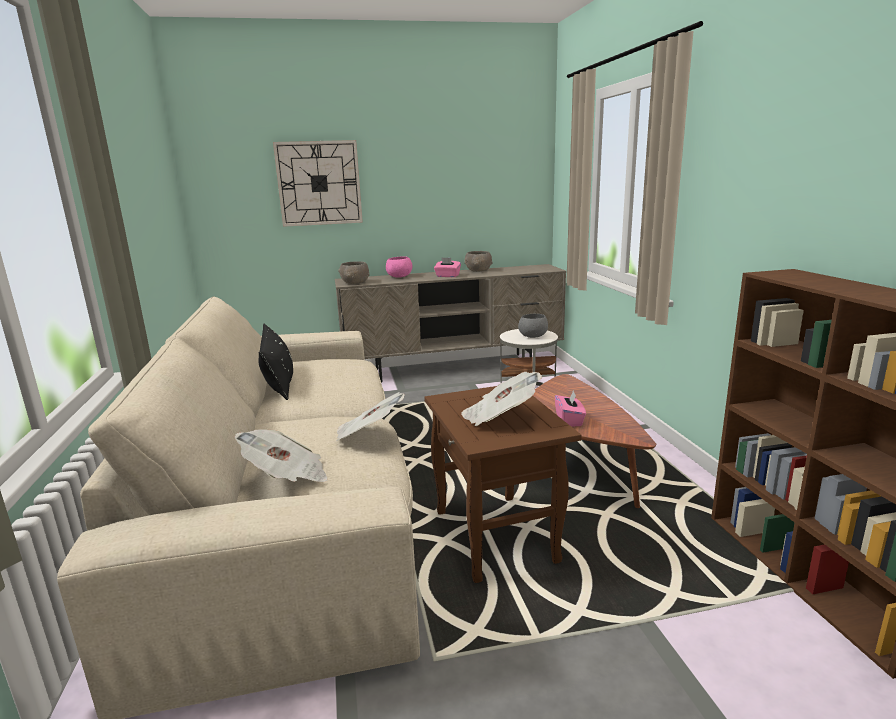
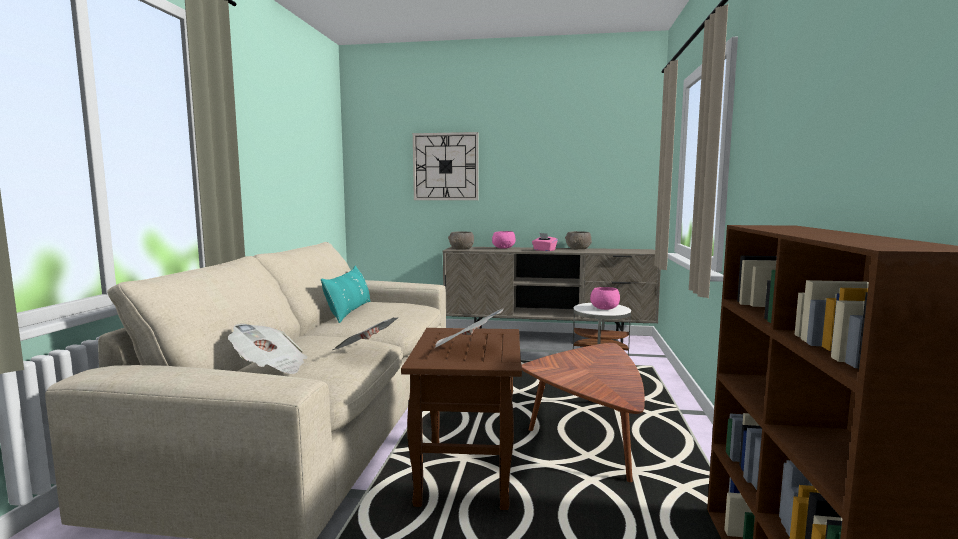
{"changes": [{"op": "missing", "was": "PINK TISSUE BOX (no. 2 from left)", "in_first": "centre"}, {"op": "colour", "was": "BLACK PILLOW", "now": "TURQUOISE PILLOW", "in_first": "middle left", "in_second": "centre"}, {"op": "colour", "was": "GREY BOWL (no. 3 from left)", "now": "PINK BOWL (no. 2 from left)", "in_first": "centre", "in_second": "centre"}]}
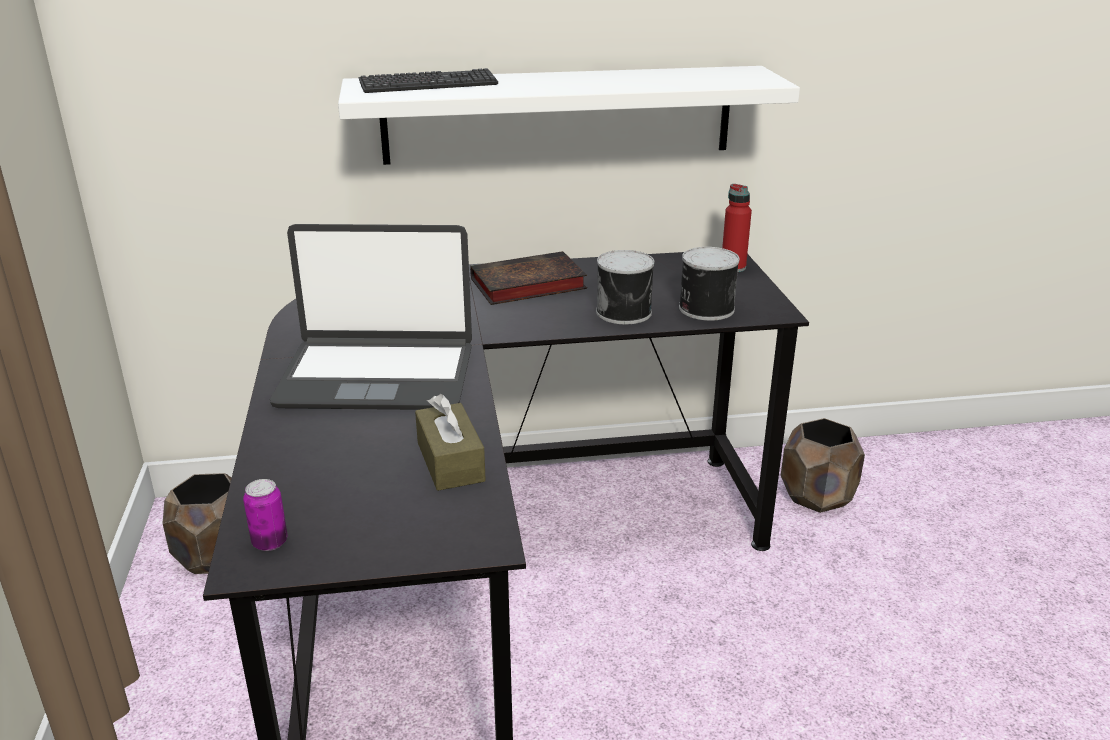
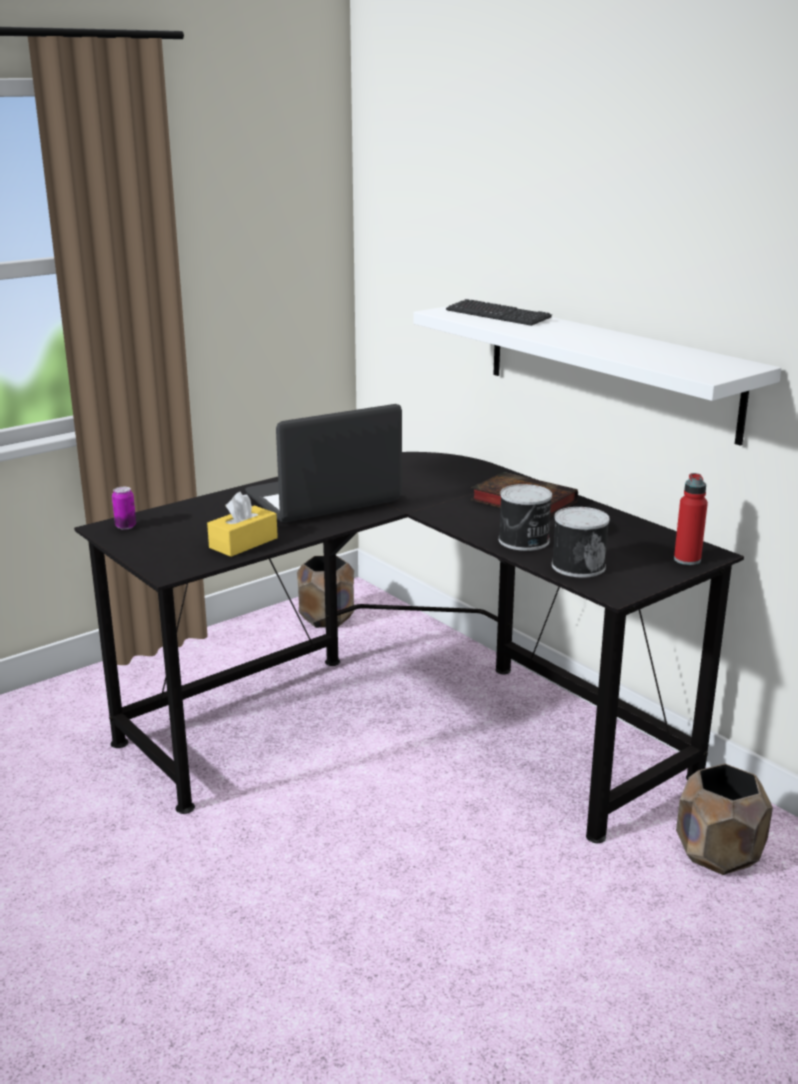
{"changes": [{"op": "colour", "was": "BROWN TISSUE BOX", "now": "YELLOW TISSUE BOX", "in_first": "centre", "in_second": "middle left"}, {"op": "spun", "was": "LAPTOP", "in_first": "centre", "in_second": "centre", "clockwise": 90}]}
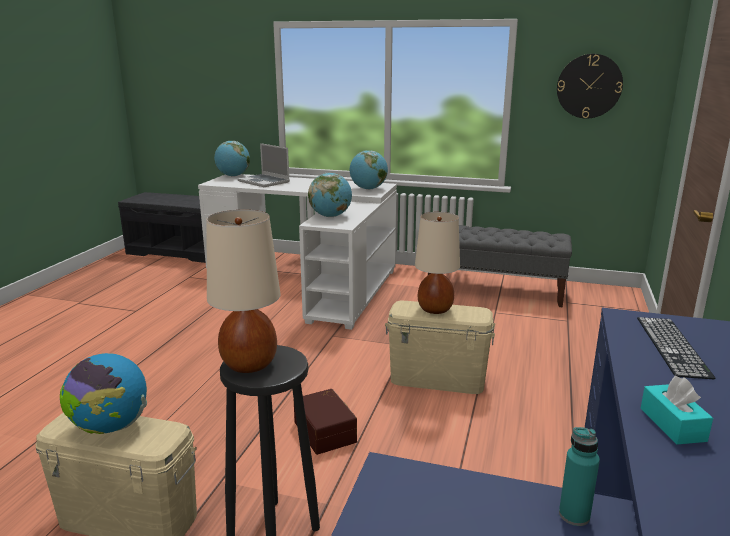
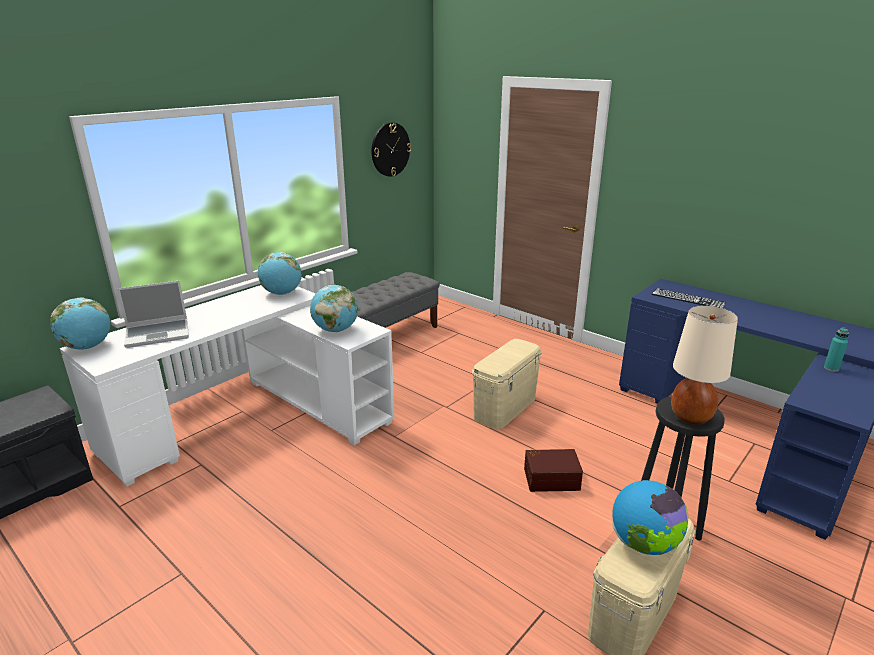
{"changes": [{"op": "missing", "was": "BEIGE TABLE LAMP (no. 2 from left)", "in_first": "centre"}, {"op": "missing", "was": "TURQUOISE TISSUE BOX", "in_first": "bottom right"}]}
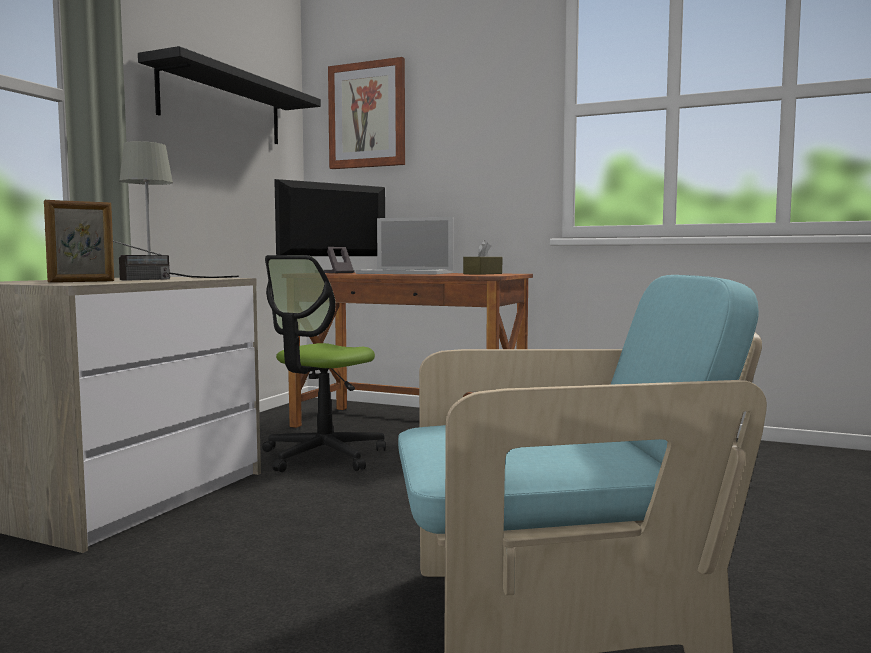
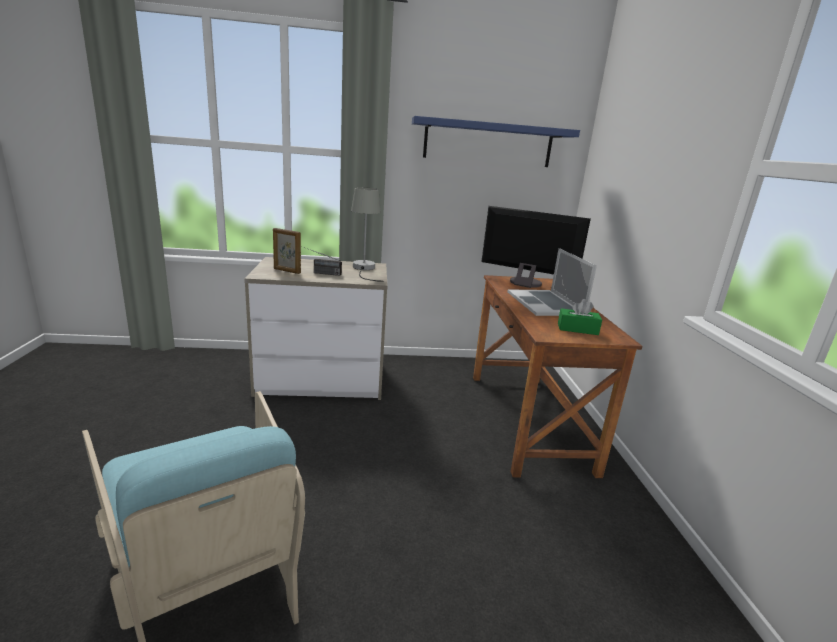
{"changes": [{"op": "missing", "was": "OFFICE CHAIR", "in_first": "centre"}, {"op": "missing", "was": "PICTURE", "in_first": "top centre"}, {"op": "colour", "was": "BLACK SHELF", "now": "BLUE SHELF", "in_first": "top left", "in_second": "top centre"}, {"op": "colour", "was": "BROWN TISSUE BOX", "now": "GREEN TISSUE BOX", "in_first": "centre", "in_second": "middle right"}]}
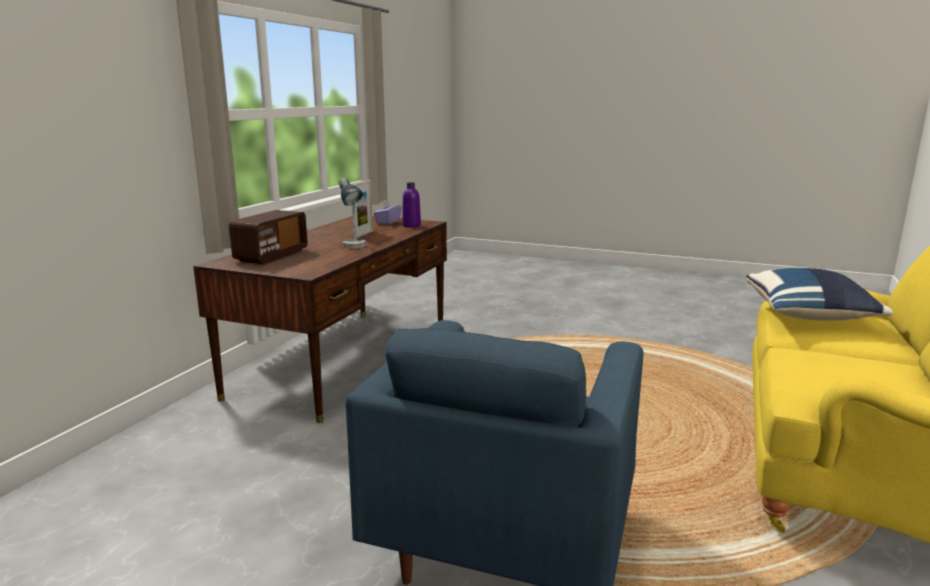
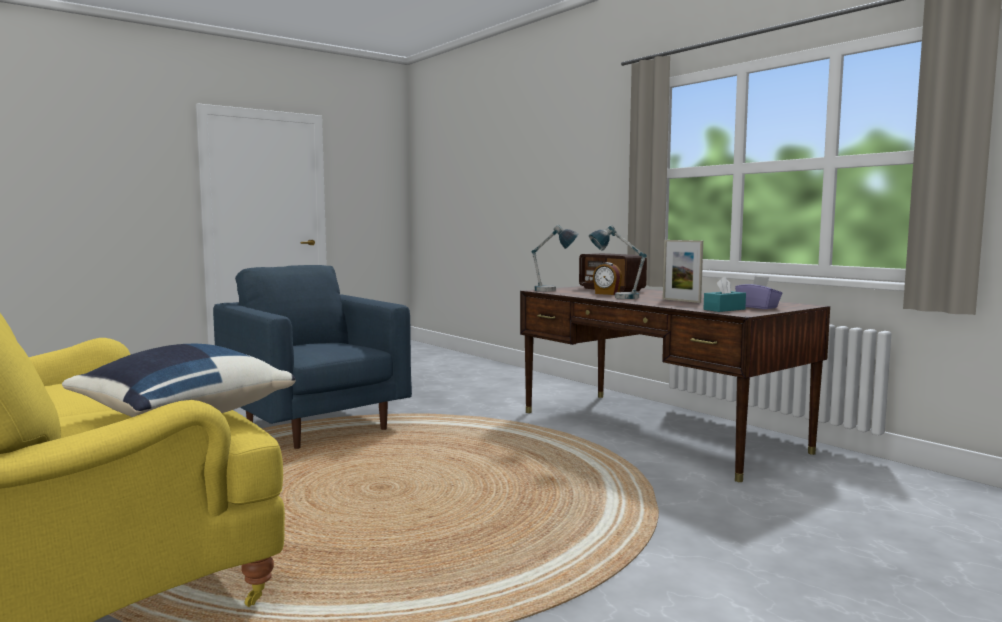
{"changes": [{"op": "appeared", "now": "TABLE LAMP (no. 1 from left)", "in_second": "centre"}, {"op": "appeared", "now": "ALARM CLOCK", "in_second": "centre"}, {"op": "exchanged", "was": "PURPLE BOTTLE", "now": "TURQUOISE TISSUE BOX", "in_first": "centre", "in_second": "middle right"}]}
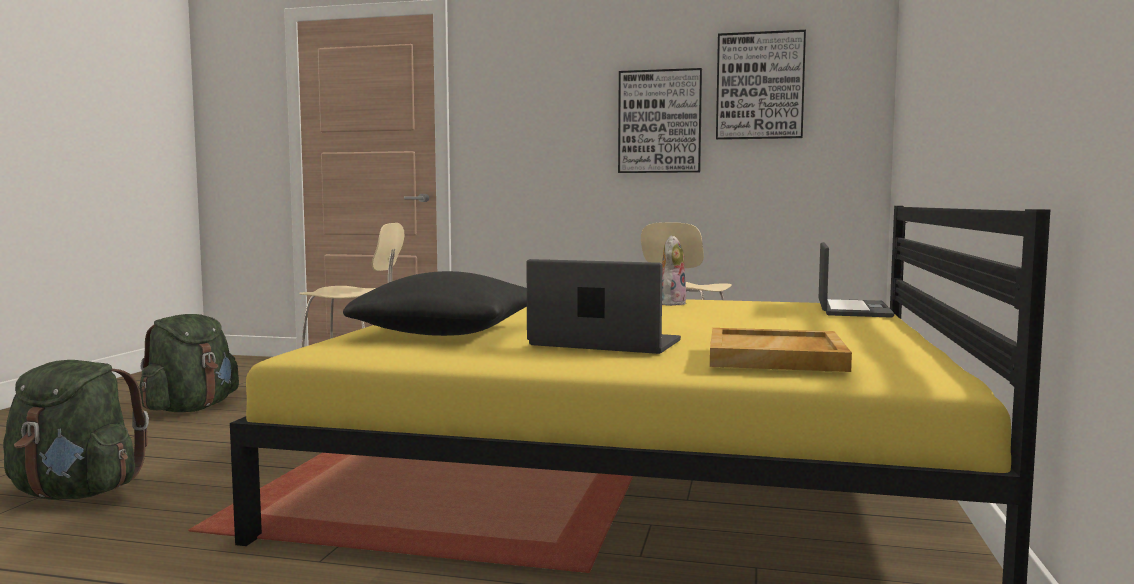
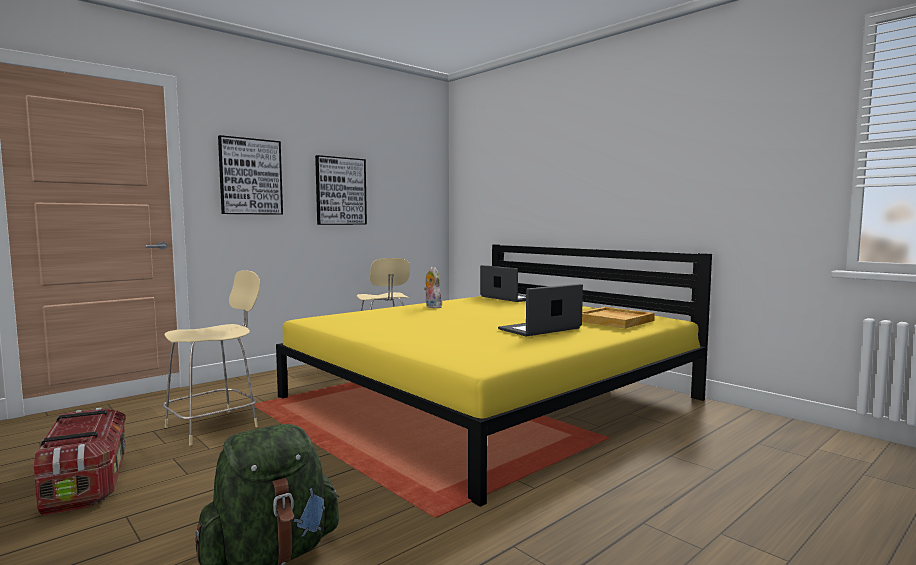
{"changes": [{"op": "missing", "was": "BLACK PILLOW", "in_first": "centre"}, {"op": "relocated", "was": "PICTURE (no. 2 from left in the first image)", "now": "PICTURE (no. 1 from left)", "in_first": "top right", "in_second": "top left"}, {"op": "exchanged", "was": "GREEN BACKPACK (no. 2 from left)", "now": "STORAGE BOX", "in_first": "middle left", "in_second": "bottom left"}]}
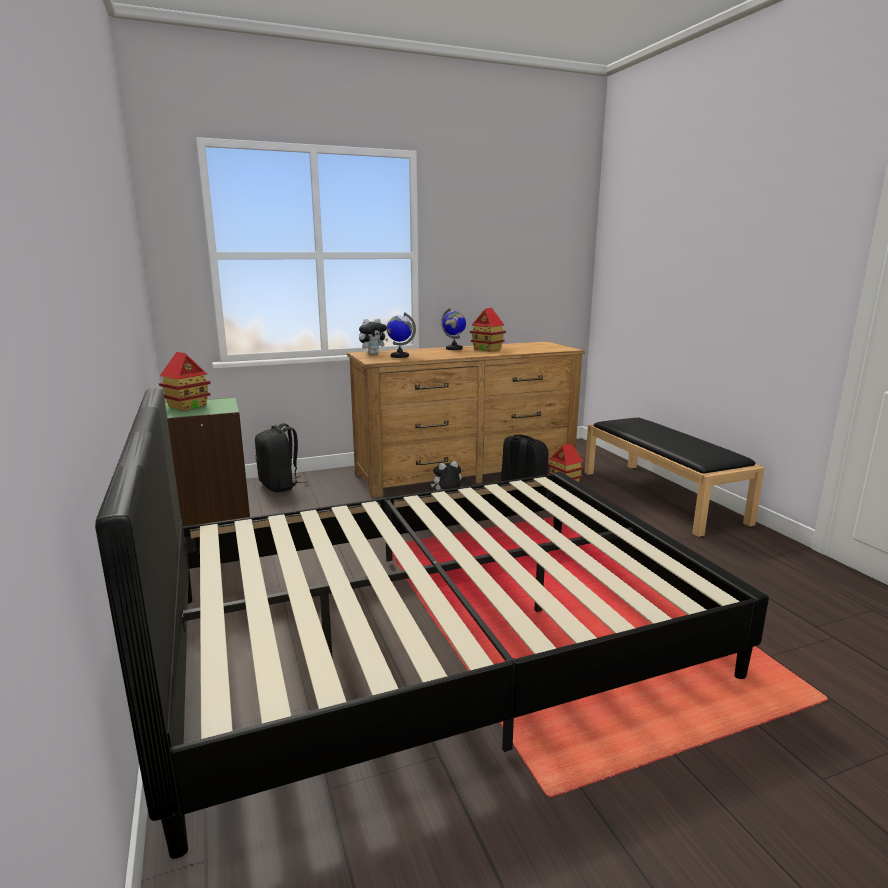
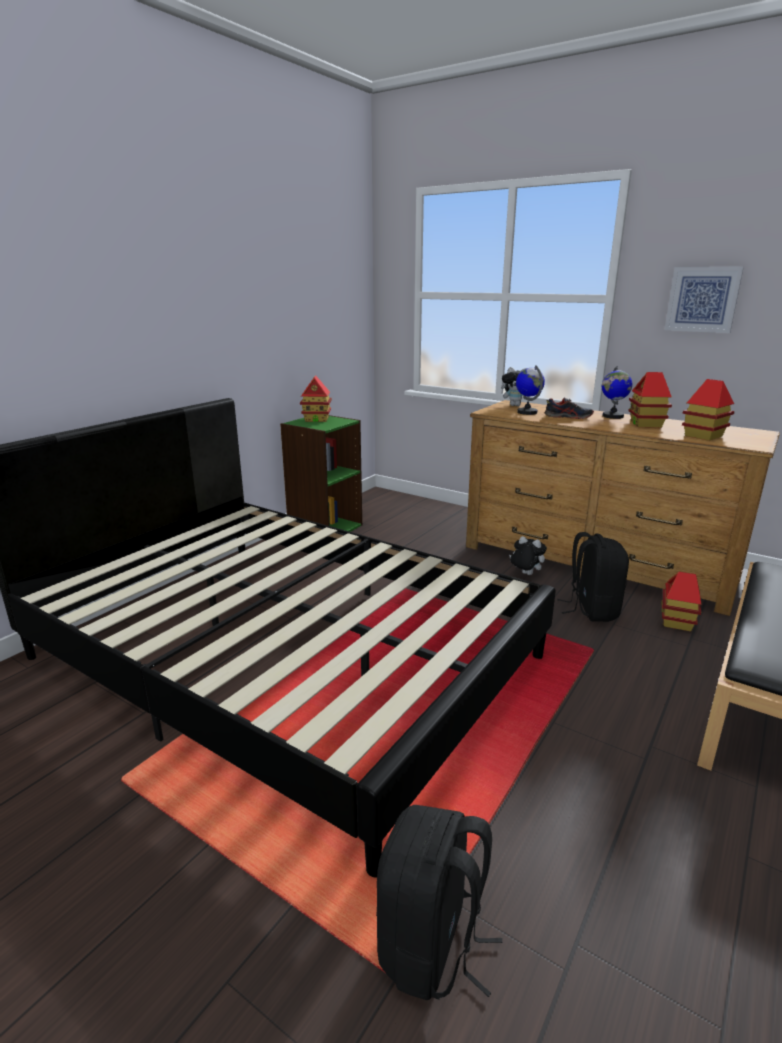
{"changes": [{"op": "appeared", "now": "SHOE", "in_second": "middle right"}, {"op": "appeared", "now": "PICTURE", "in_second": "top right"}, {"op": "appeared", "now": "TOY HOUSE (no. 4 from left)", "in_second": "middle right"}, {"op": "relocated", "was": "BLACK BACKPACK (no. 1 from left)", "in_first": "middle left", "in_second": "bottom centre"}]}
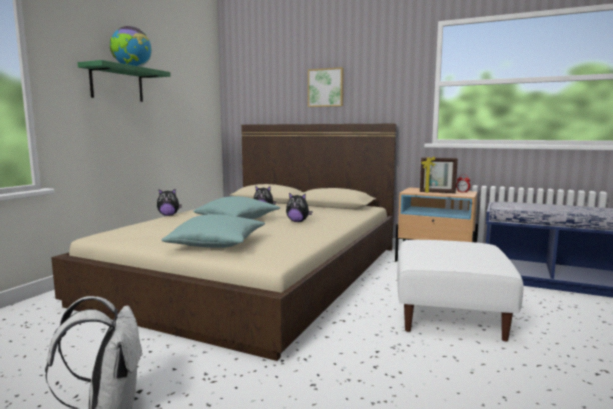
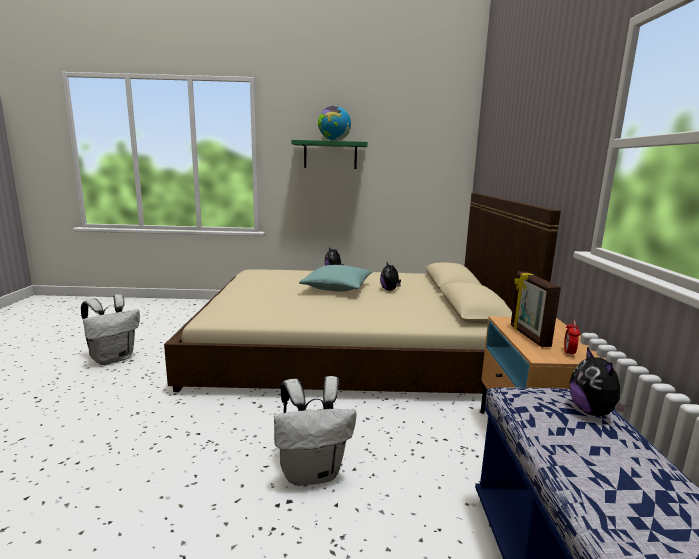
{"changes": [{"op": "missing", "was": "TURQUOISE PILLOW (no. 1 from left)", "in_first": "centre"}, {"op": "missing", "was": "PICTURE", "in_first": "top centre"}, {"op": "relocated", "was": "PLUSH TOY (no. 3 from left)", "in_first": "centre", "in_second": "bottom right"}, {"op": "exchanged", "was": "WHITE OTTOMAN", "now": "WHITE BACKPACK (no. 2 from left)", "in_first": "bottom right", "in_second": "bottom centre"}]}
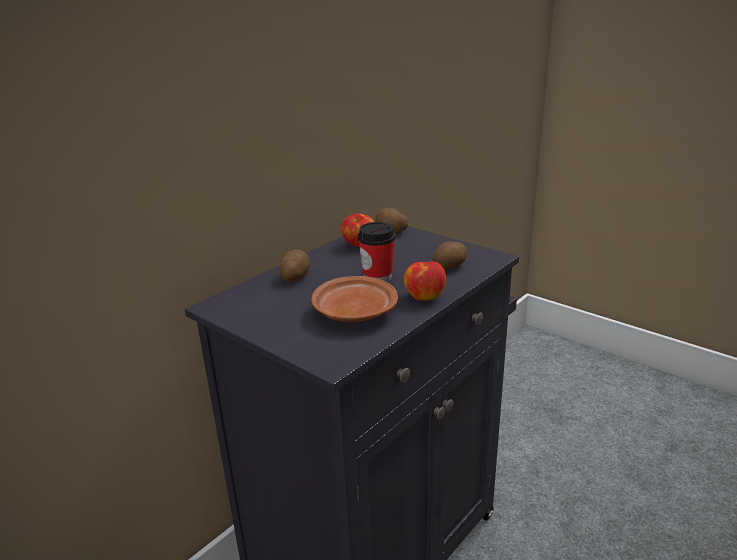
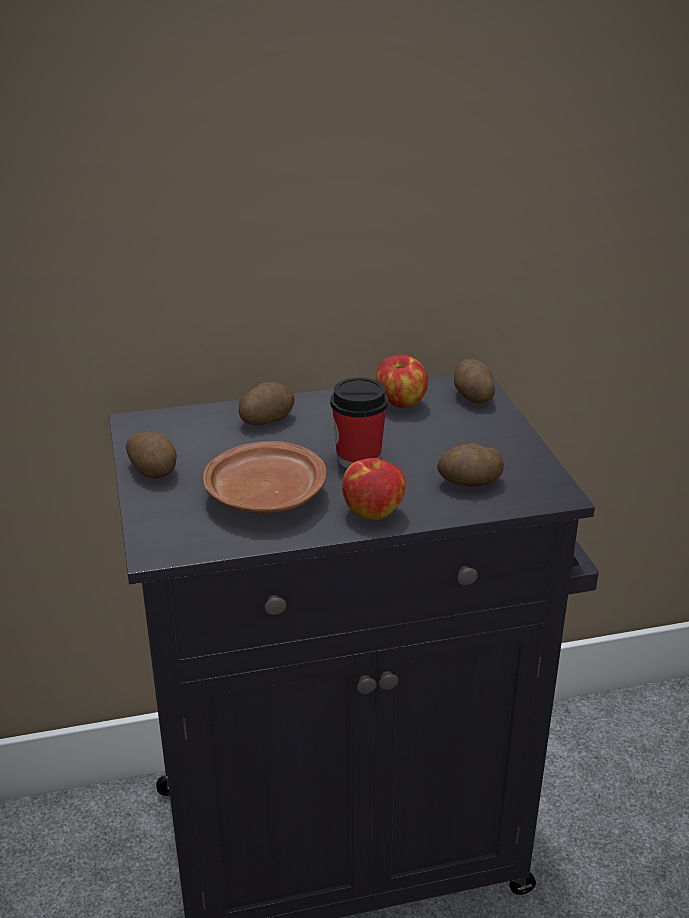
{"changes": [{"op": "appeared", "now": "POTATO (no. 1 from left)", "in_second": "middle left"}]}
